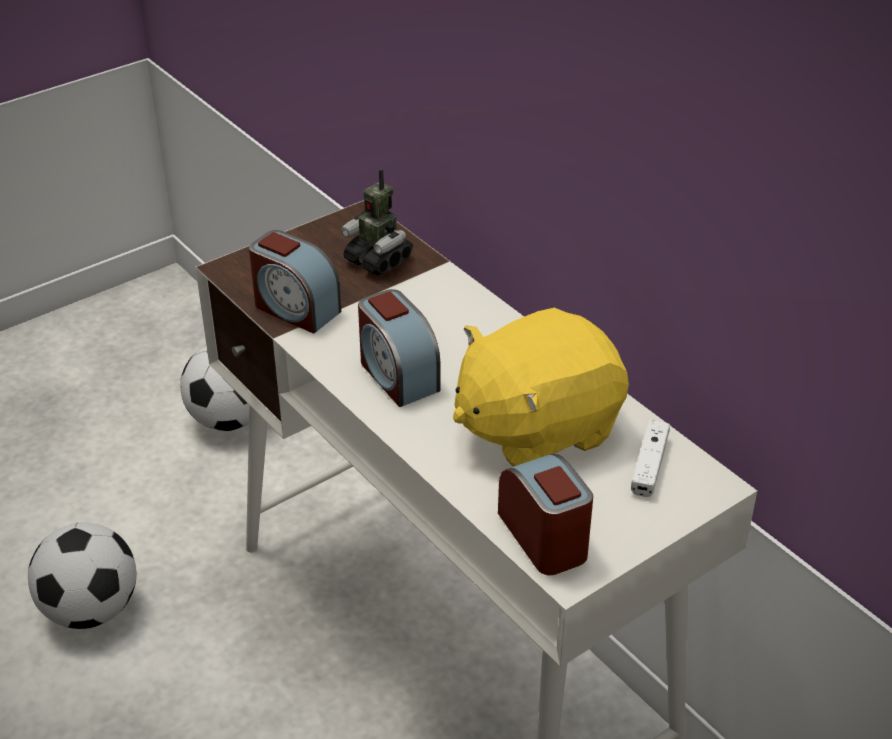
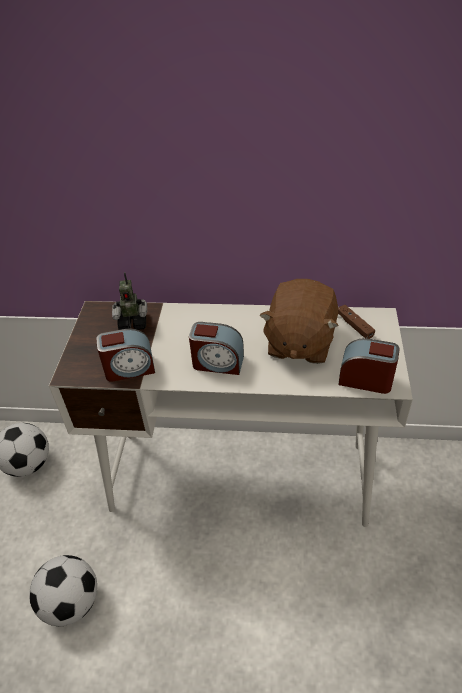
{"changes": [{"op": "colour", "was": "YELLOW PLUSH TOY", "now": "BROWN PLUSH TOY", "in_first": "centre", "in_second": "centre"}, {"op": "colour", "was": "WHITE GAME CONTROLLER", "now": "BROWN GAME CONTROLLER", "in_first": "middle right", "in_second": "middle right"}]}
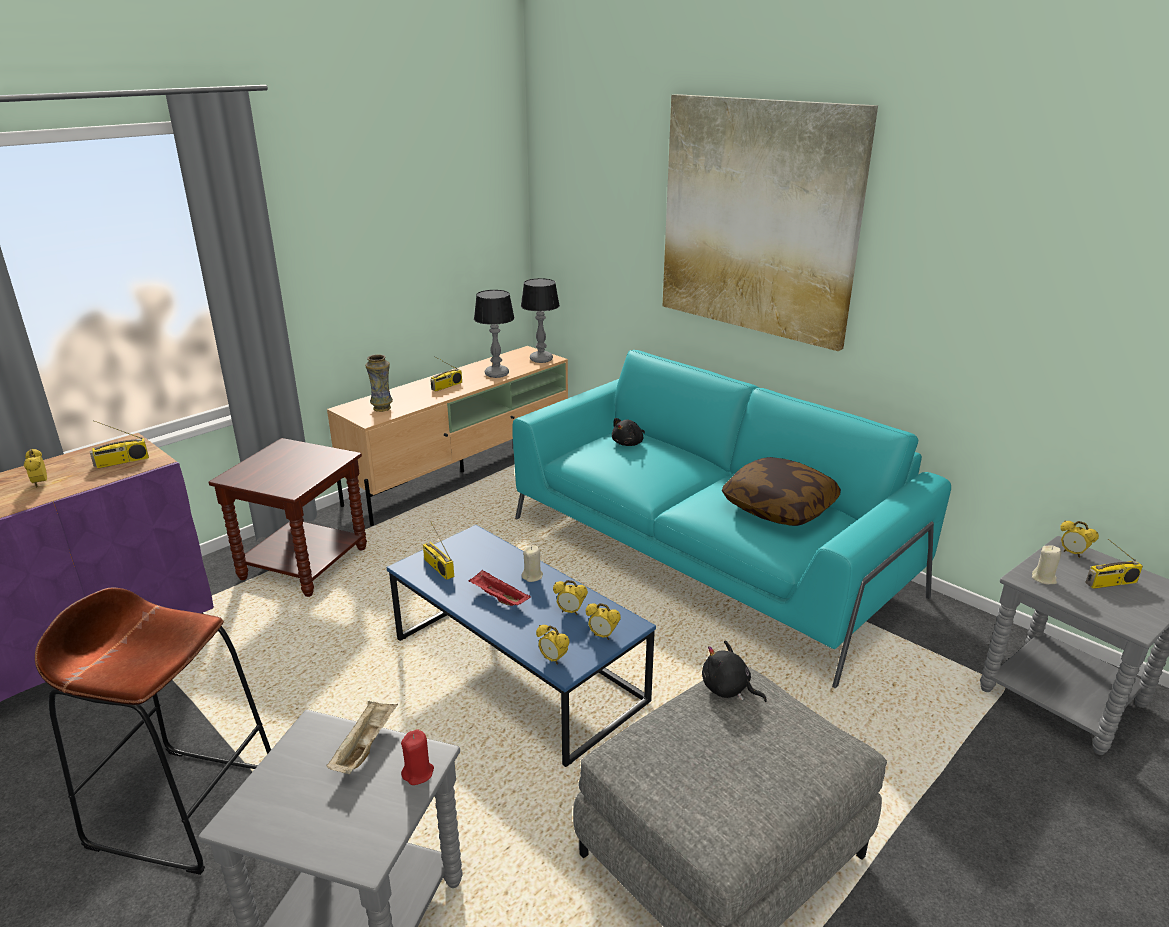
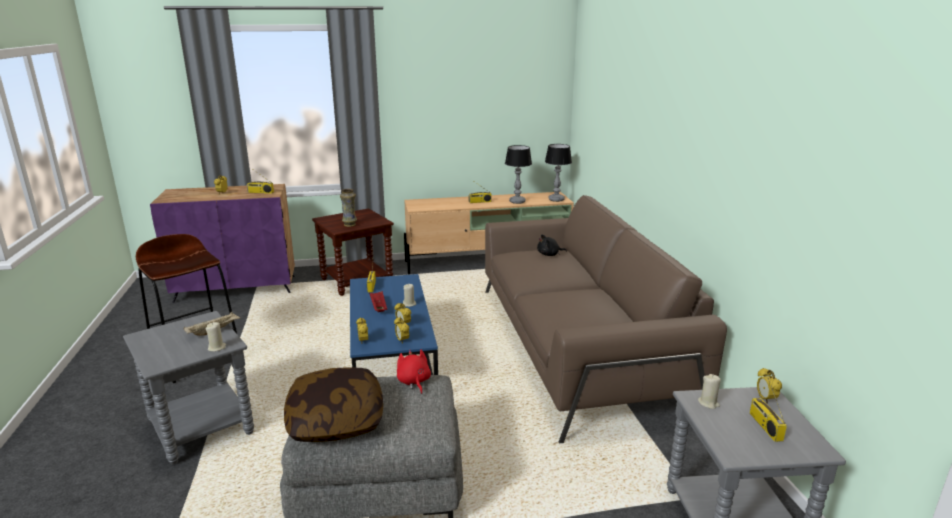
{"changes": [{"op": "missing", "was": "PICTURE", "in_first": "top centre"}, {"op": "relocated", "was": "VASE", "in_first": "middle left", "in_second": "centre"}, {"op": "relocated", "was": "PILLOW", "in_first": "middle right", "in_second": "bottom centre"}, {"op": "colour", "was": "RED CANDLE", "now": "BEIGE CANDLE (no. 1 from left)", "in_first": "bottom centre", "in_second": "middle left"}, {"op": "colour", "was": "TURQUOISE SOFA", "now": "BROWN SOFA", "in_first": "centre", "in_second": "centre"}, {"op": "colour", "was": "BLACK PLUSH TOY (no. 2 from left)", "now": "RED PLUSH TOY", "in_first": "bottom centre", "in_second": "bottom centre"}, {"op": "spun", "was": "RADIO (no. 4 from left)", "in_first": "middle right", "in_second": "bottom right", "clockwise": 60}]}
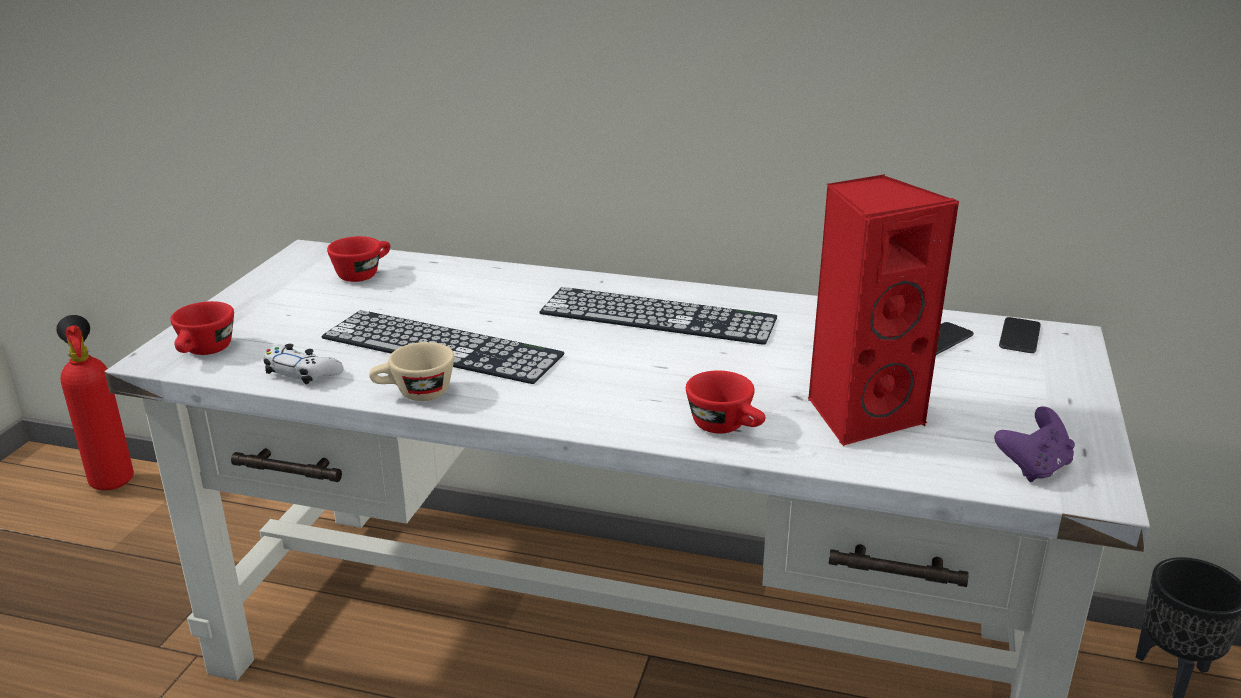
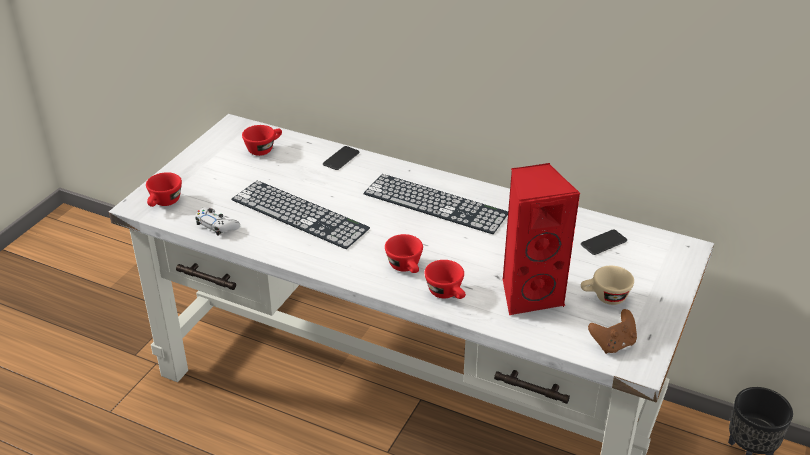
{"changes": [{"op": "missing", "was": "FIRE EXTINGUISHER", "in_first": "middle left"}, {"op": "appeared", "now": "RED CUP (no. 3 from left)", "in_second": "centre"}, {"op": "relocated", "was": "BEIGE CUP", "in_first": "middle left", "in_second": "middle right"}, {"op": "relocated", "was": "PHONE (no. 2 from left in the first image)", "now": "PHONE (no. 1 from left)", "in_first": "middle right", "in_second": "centre"}, {"op": "colour", "was": "PURPLE GAME CONTROLLER", "now": "BROWN GAME CONTROLLER", "in_first": "middle right", "in_second": "bottom right"}]}
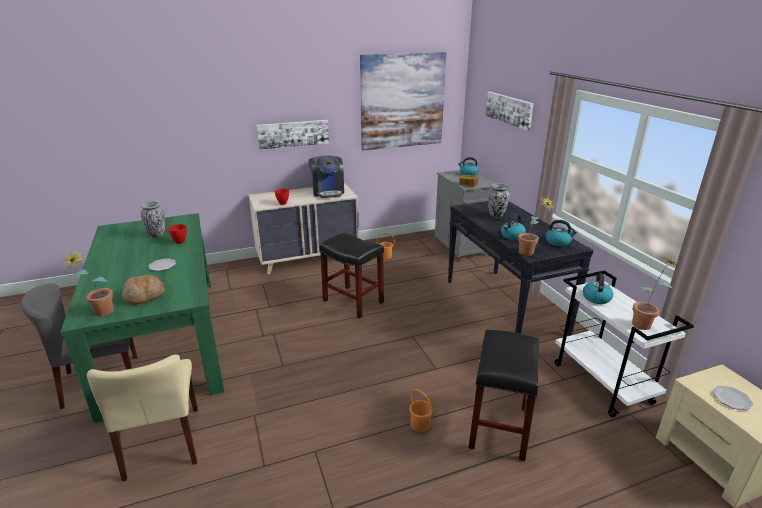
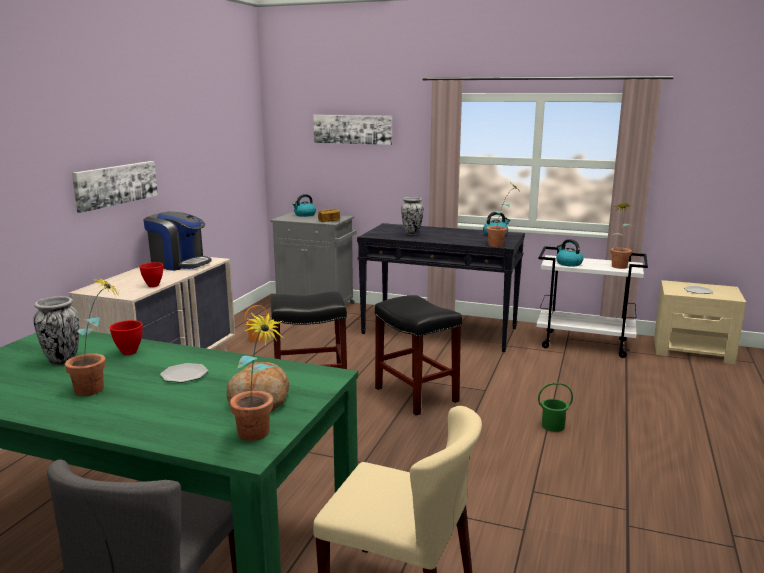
{"changes": [{"op": "missing", "was": "PICTURE (no. 2 from left)", "in_first": "top centre"}, {"op": "missing", "was": "KETTLE (no. 2 from left)", "in_first": "middle right"}, {"op": "appeared", "now": "POTTED PLANT (no. 1 from left)", "in_second": "middle left"}, {"op": "relocated", "was": "BLACK STOOL (no. 2 from left)", "in_first": "bottom centre", "in_second": "centre"}, {"op": "colour", "was": "ORANGE BUCKET (no. 2 from left)", "now": "GREEN BUCKET", "in_first": "bottom centre", "in_second": "bottom right"}]}
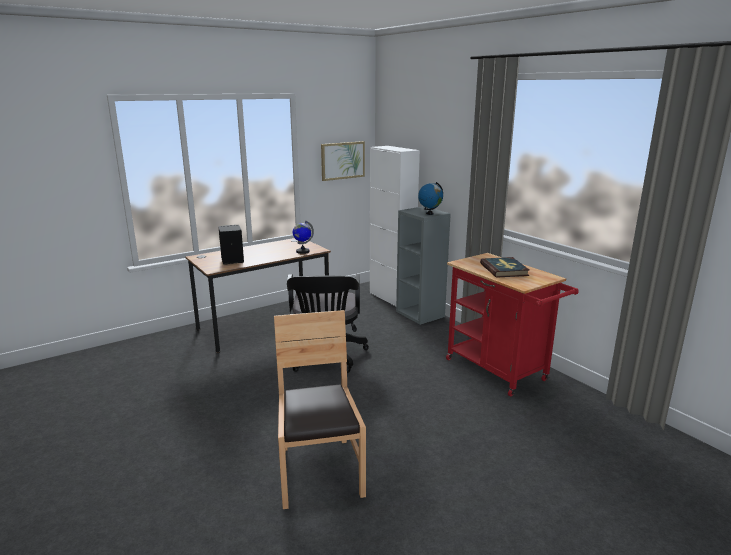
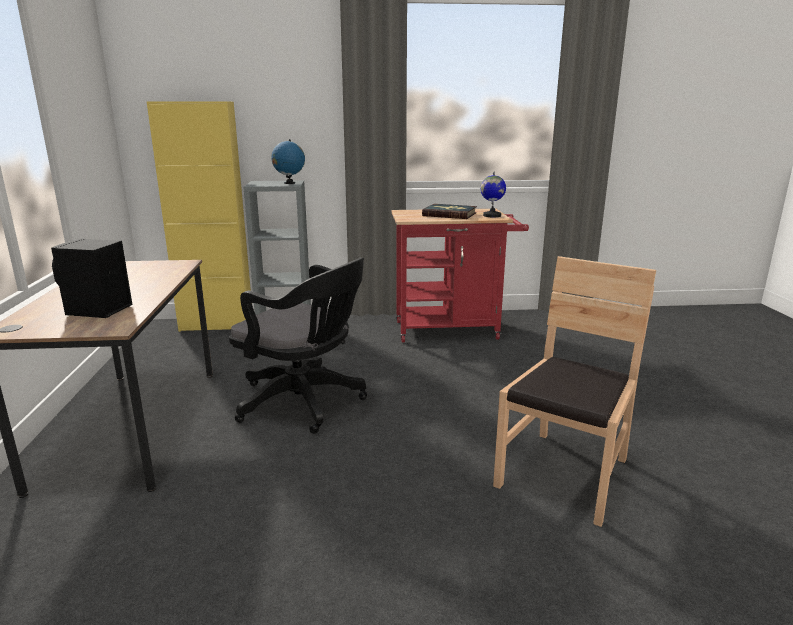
{"changes": [{"op": "missing", "was": "PICTURE", "in_first": "top centre"}, {"op": "relocated", "was": "GLOBE (no. 1 from left in the first image)", "now": "GLOBE (no. 2 from left)", "in_first": "centre", "in_second": "top centre"}, {"op": "colour", "was": "WHITE CABINET", "now": "YELLOW CABINET", "in_first": "centre", "in_second": "middle left"}, {"op": "spun", "was": "BROWN CHAIR", "in_first": "bottom centre", "in_second": "middle right", "clockwise": 105}]}
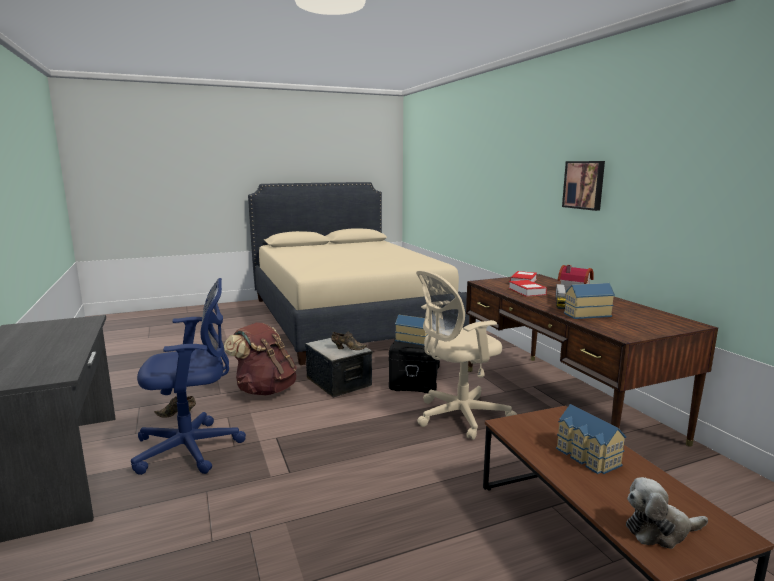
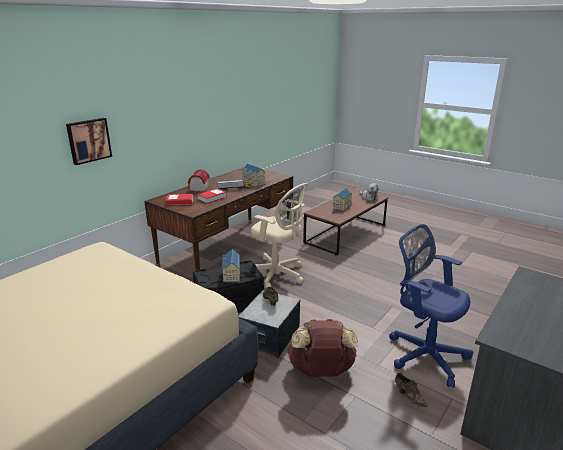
{"changes": [{"op": "relocated", "was": "PICTURE", "in_first": "top right", "in_second": "top left"}]}
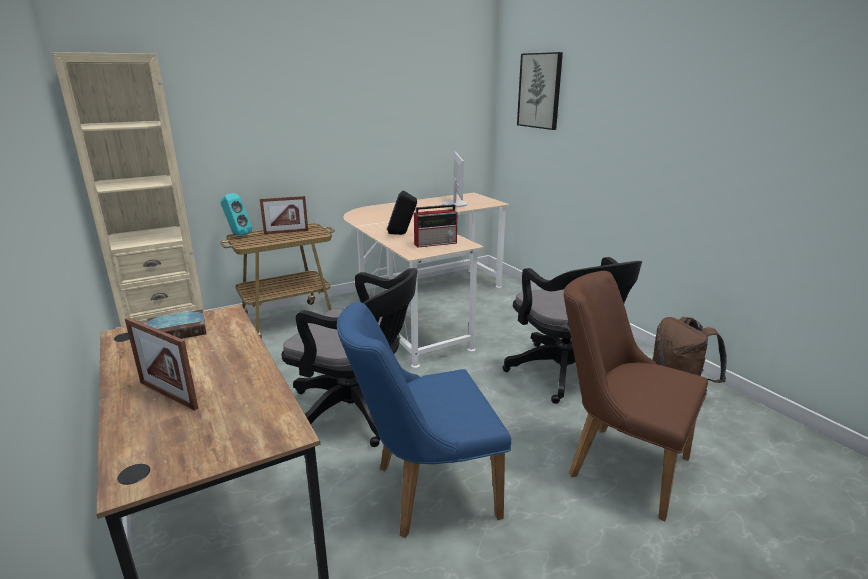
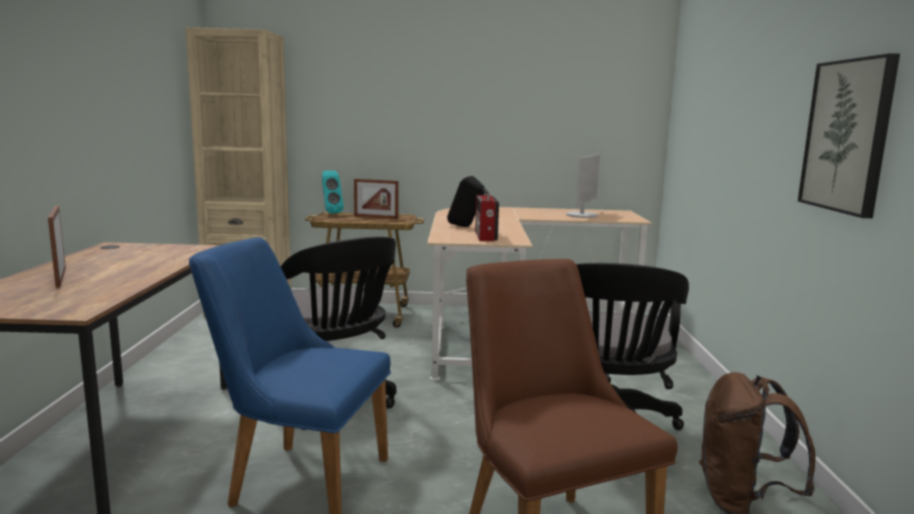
{"changes": [{"op": "missing", "was": "BOOK", "in_first": "middle left"}, {"op": "relocated", "was": "PICTURE", "in_first": "top centre", "in_second": "top right"}, {"op": "spun", "was": "RADIO", "in_first": "centre", "in_second": "centre", "clockwise": 75}]}
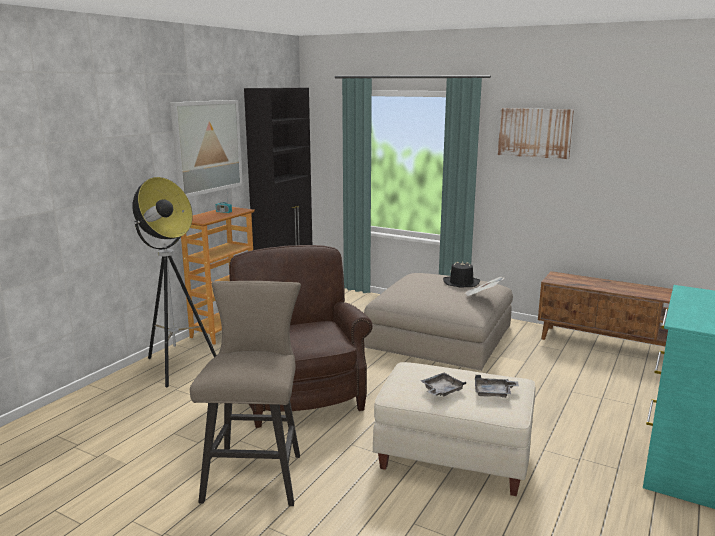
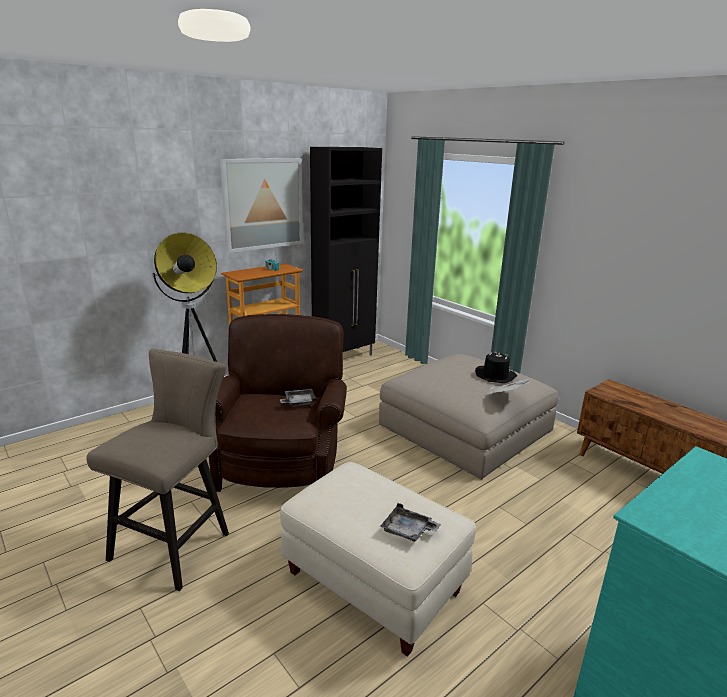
{"changes": [{"op": "missing", "was": "PICTURE (no. 2 from left)", "in_first": "top right"}, {"op": "relocated", "was": "GREY TRAY (no. 1 from left)", "in_first": "bottom centre", "in_second": "centre"}]}
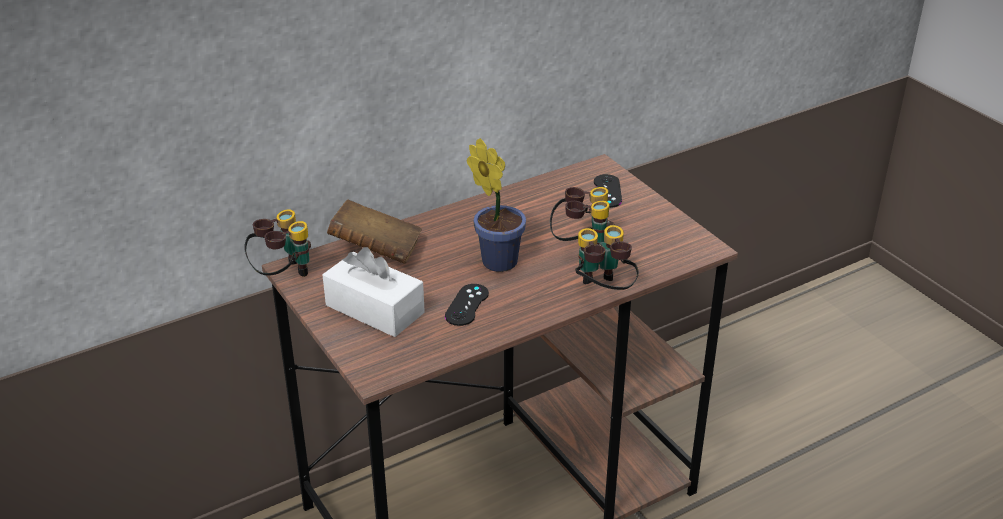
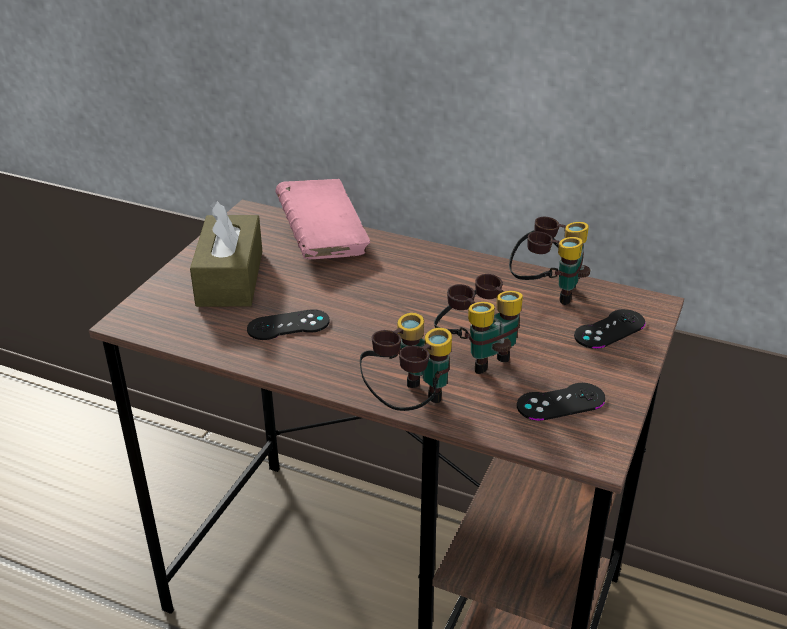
{"changes": [{"op": "missing", "was": "POTTED PLANT", "in_first": "centre"}, {"op": "appeared", "now": "BLACK GAME CONTROLLER (no. 2 from left)", "in_second": "middle right"}, {"op": "relocated", "was": "BINOCULARS (no. 1 from left in the first image)", "now": "BINOCULARS (no. 3 from left)", "in_first": "middle left", "in_second": "middle right"}, {"op": "colour", "was": "WHITE TISSUE BOX", "now": "BROWN TISSUE BOX", "in_first": "centre", "in_second": "middle left"}, {"op": "colour", "was": "BROWN BOOK", "now": "PINK BOOK", "in_first": "centre", "in_second": "centre"}]}
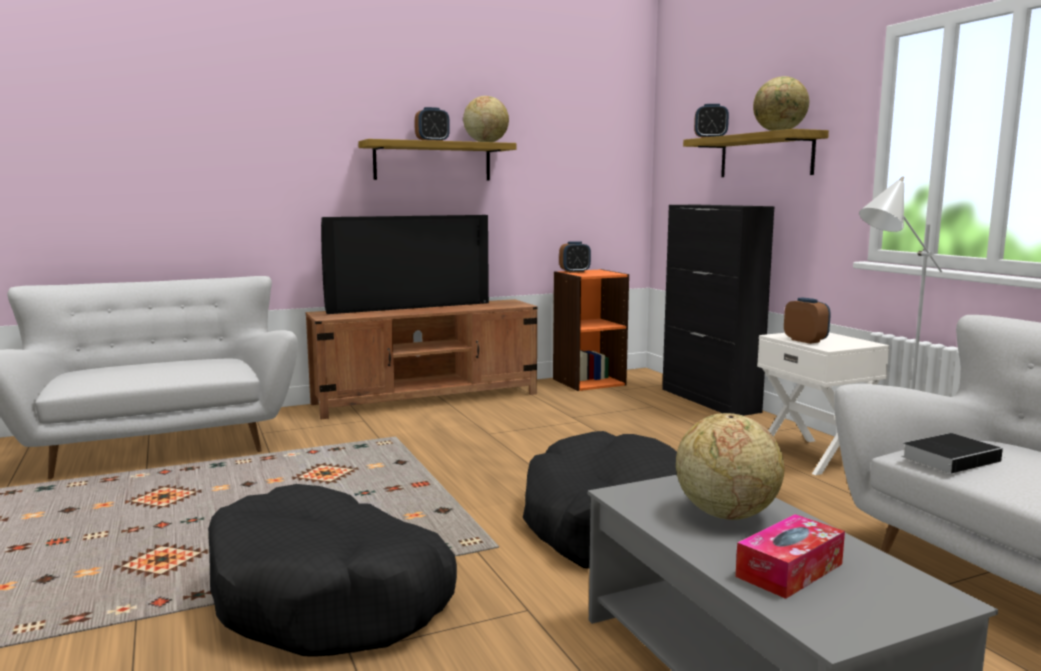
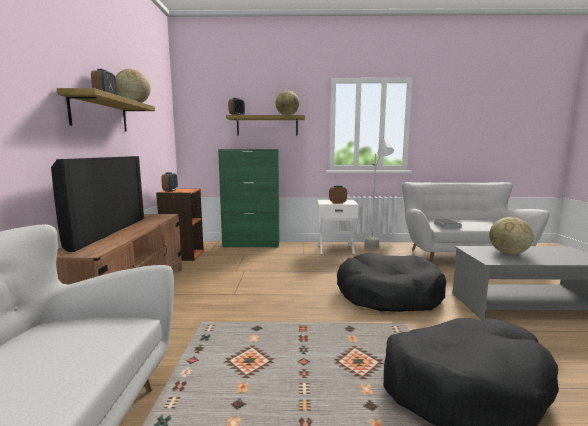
{"changes": [{"op": "missing", "was": "TISSUE BOX", "in_first": "bottom right"}, {"op": "colour", "was": "BLACK CABINET", "now": "GREEN CABINET", "in_first": "middle right", "in_second": "centre"}]}
